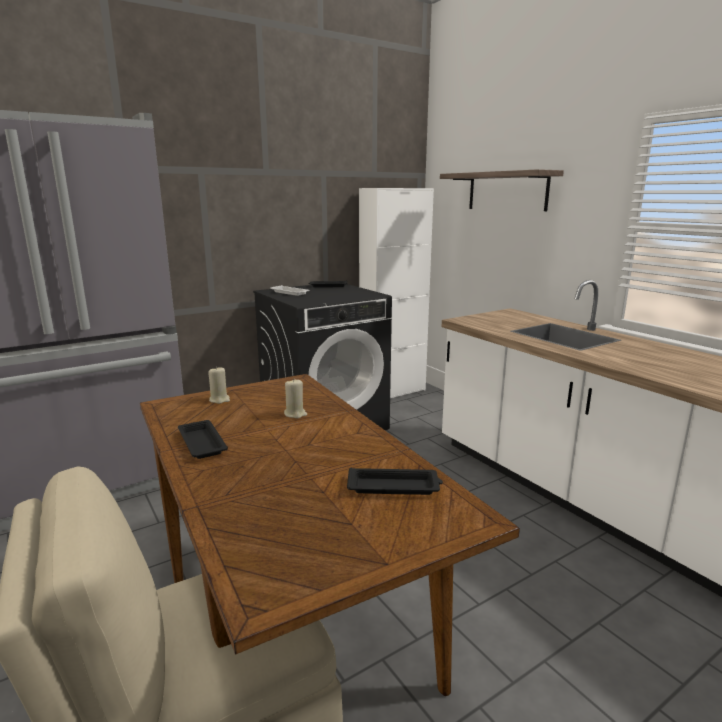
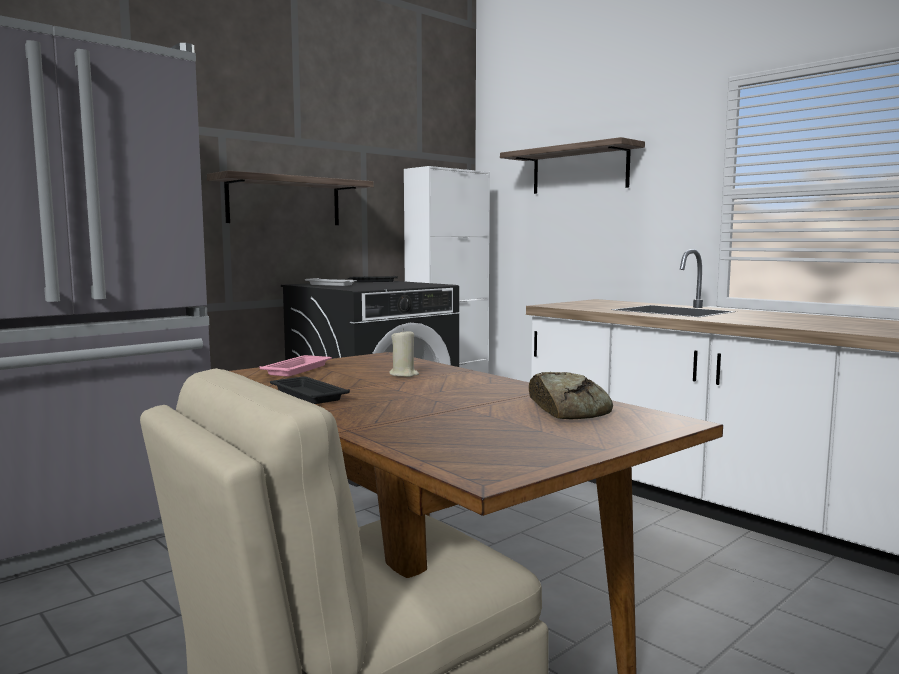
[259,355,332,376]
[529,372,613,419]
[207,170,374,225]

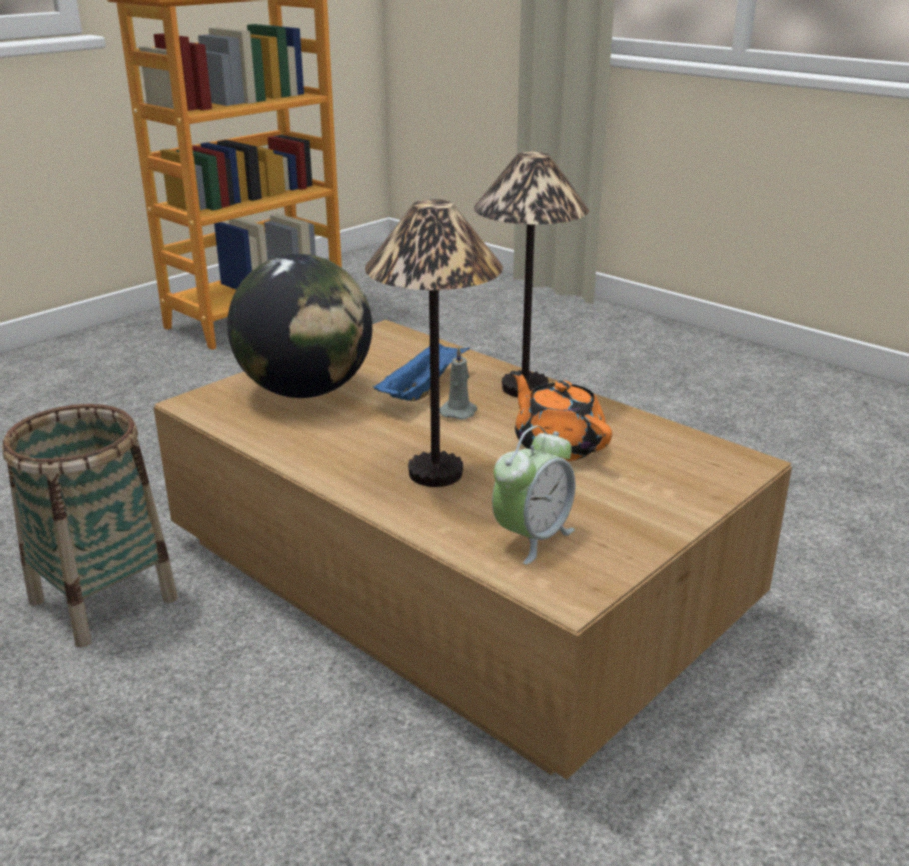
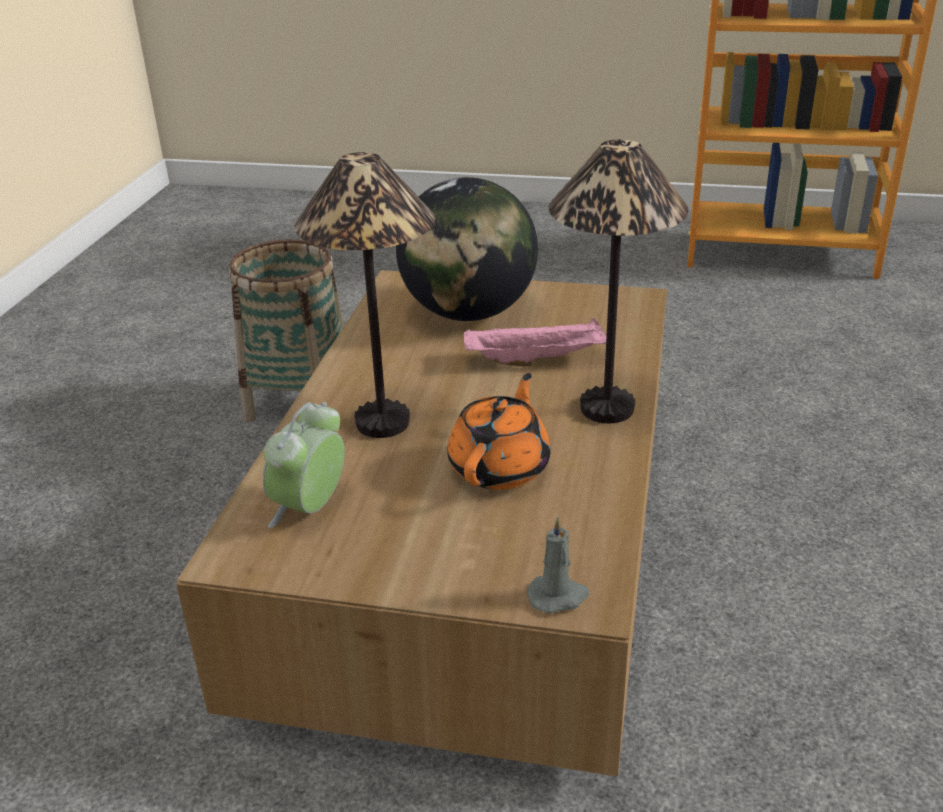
[464,318,606,366]
[527,516,589,613]
[263,402,345,528]

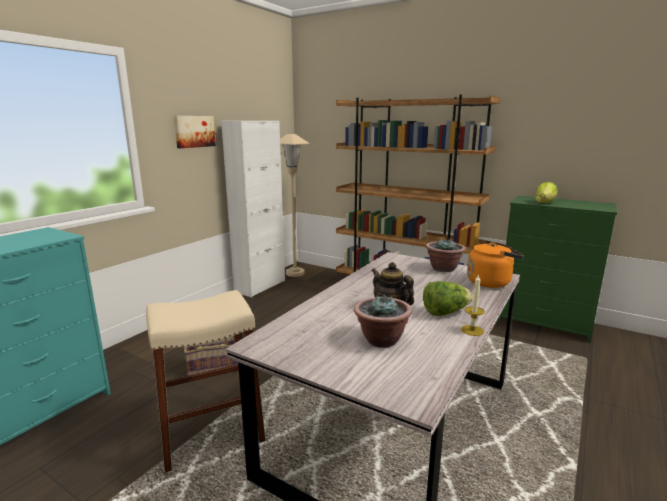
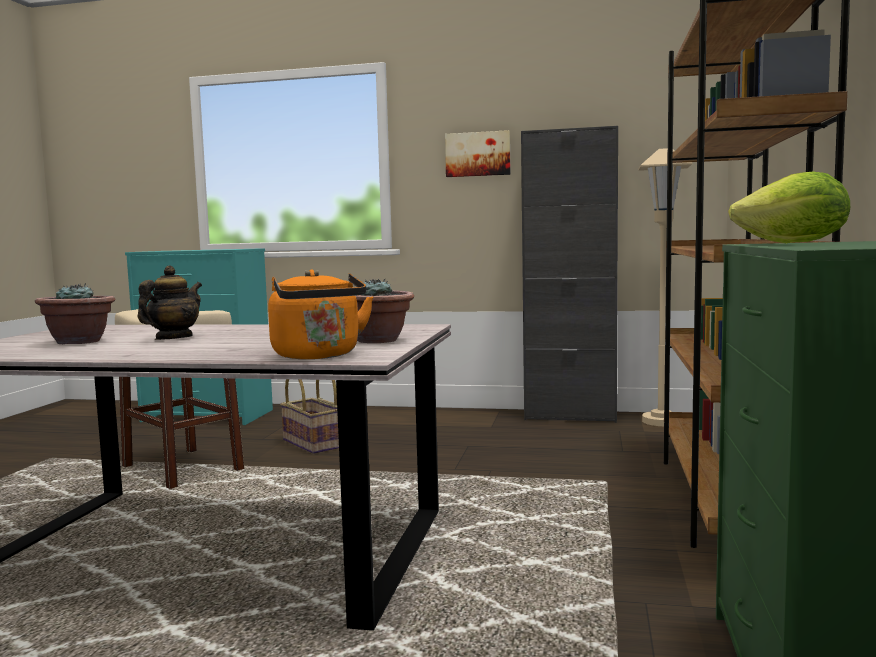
[521,126,618,423]
[423,281,473,316] (first image)
[461,274,485,336] (first image)

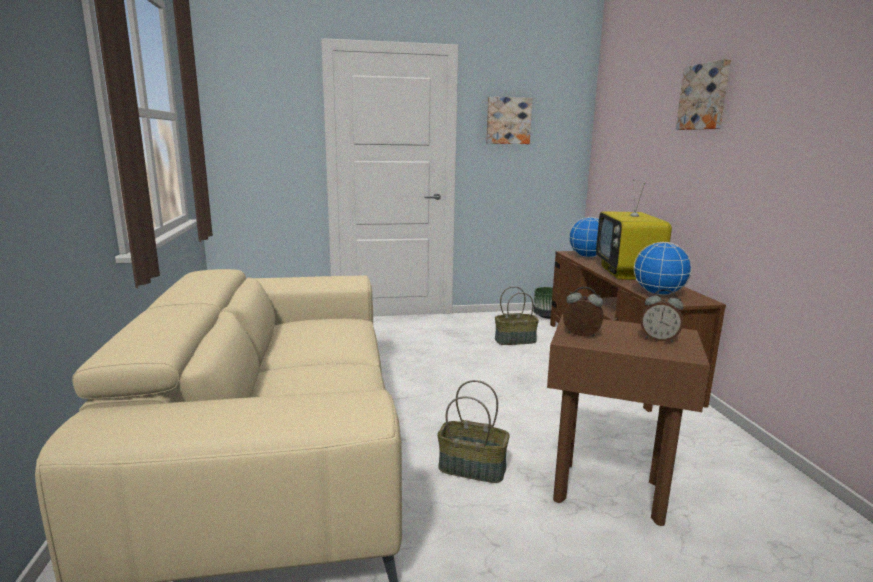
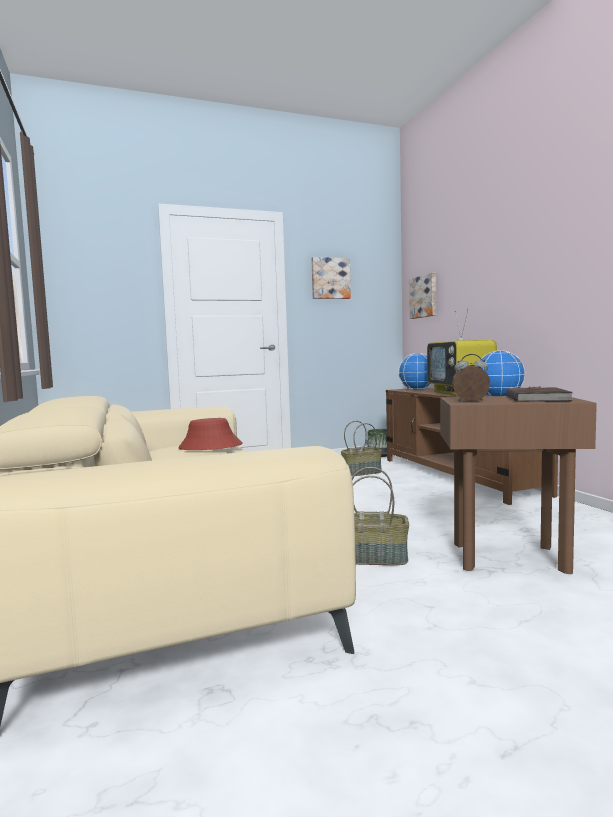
[507,386,573,402]
[409,273,436,319]
[178,418,242,450]

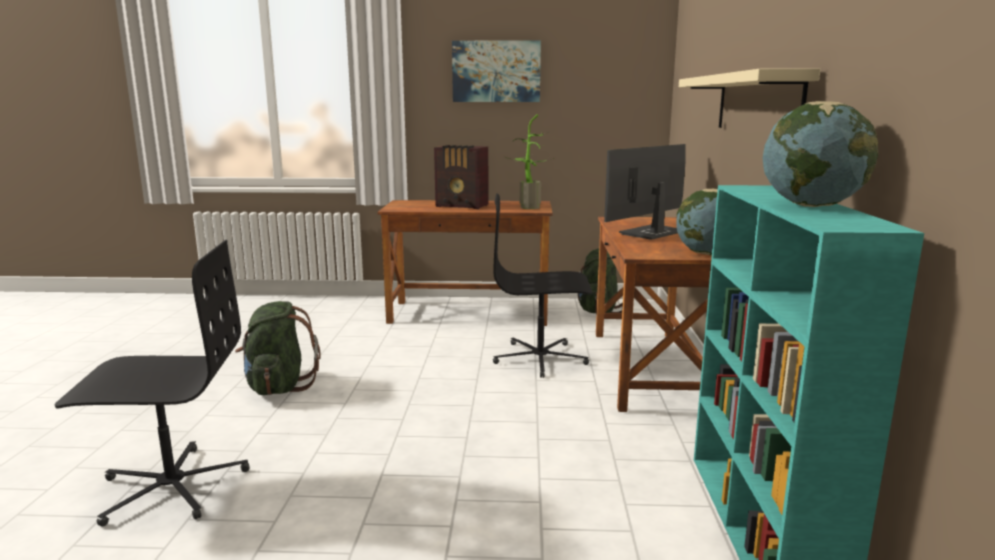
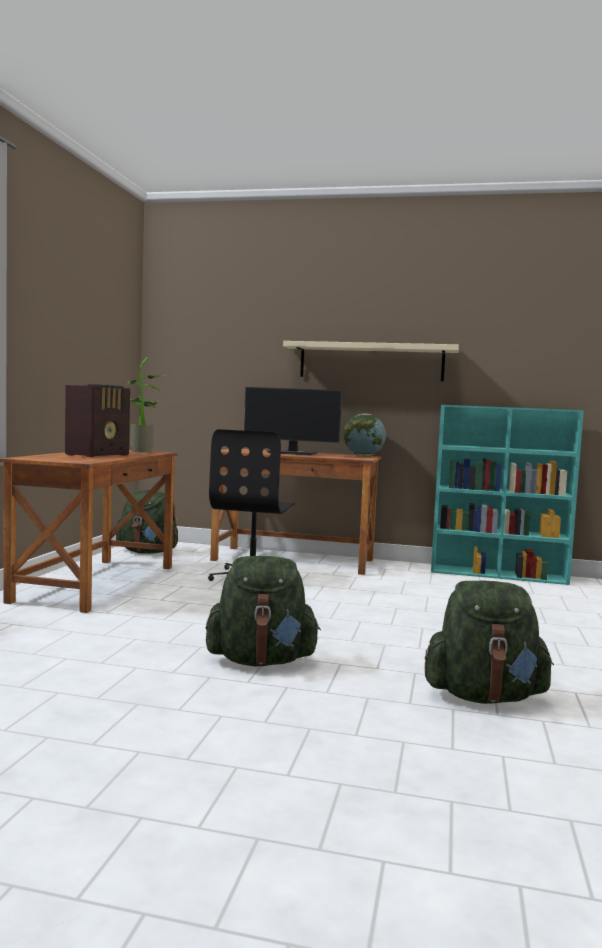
[425,581,554,704]
[452,40,541,102] (first image)
[244,387,342,455]
[762,101,878,207] (first image)

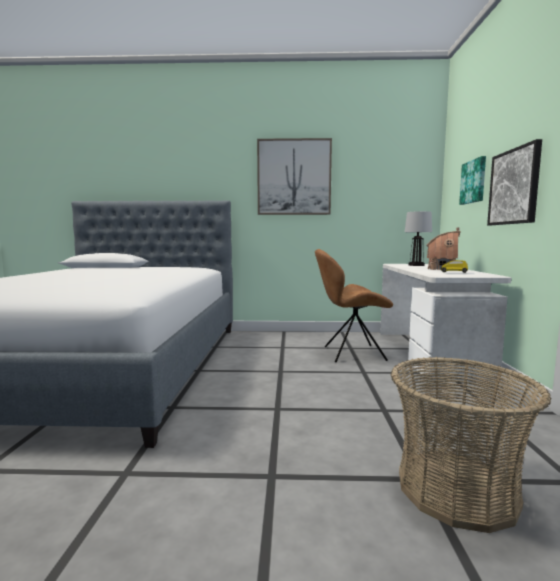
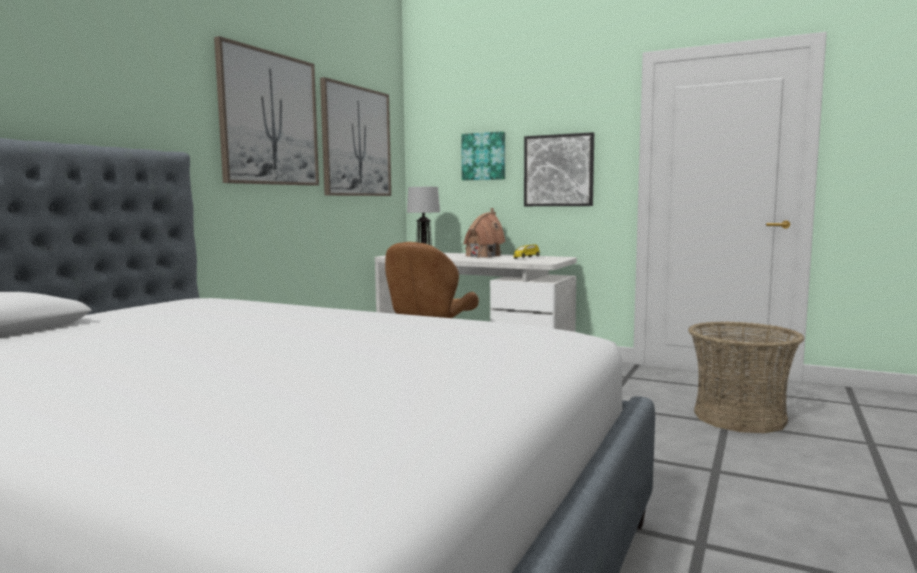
[320,77,391,196]

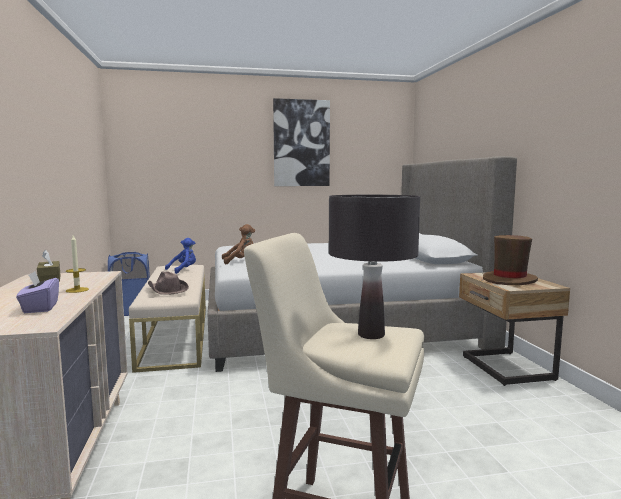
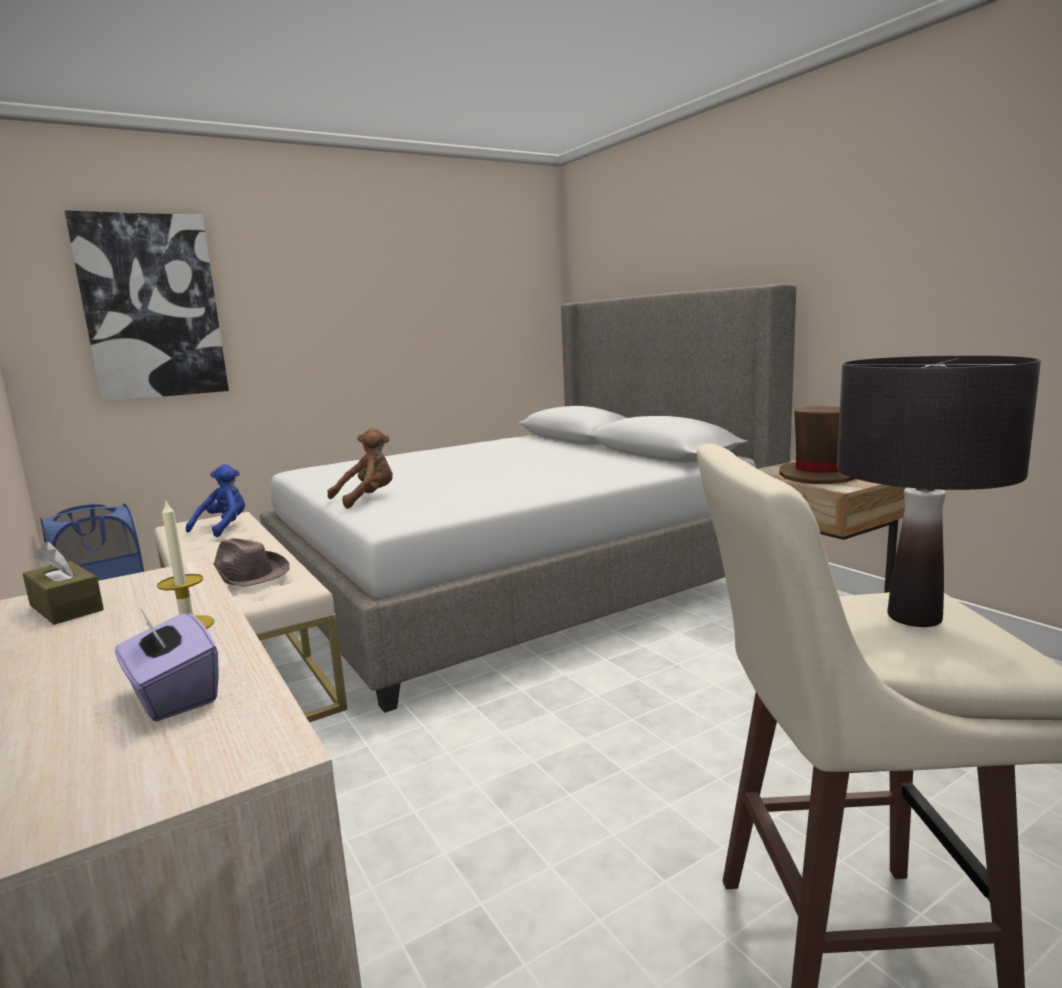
[65,210,229,402]

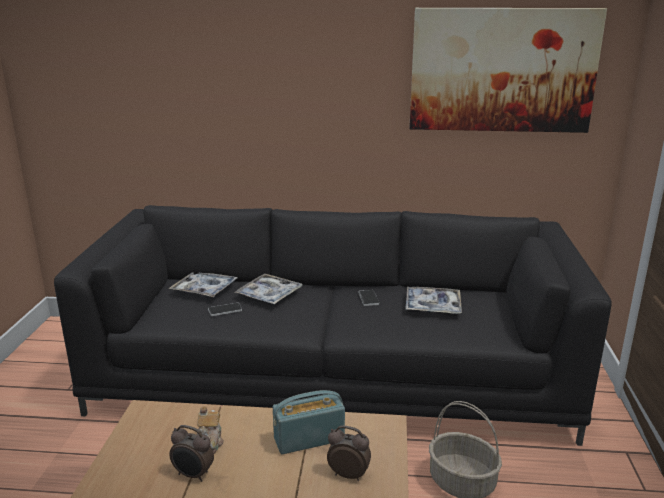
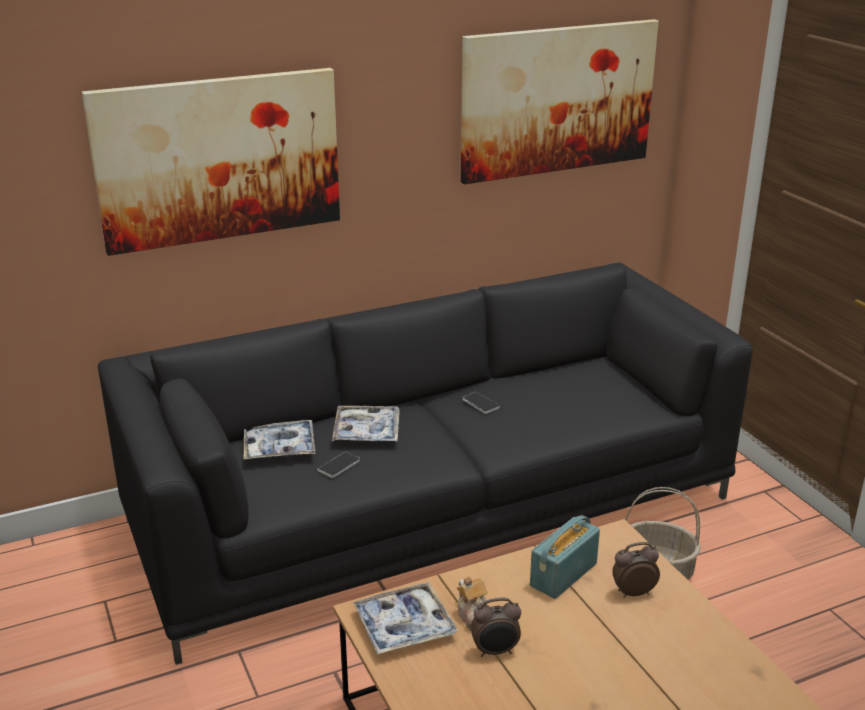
[352,582,458,654]
[82,68,340,256]

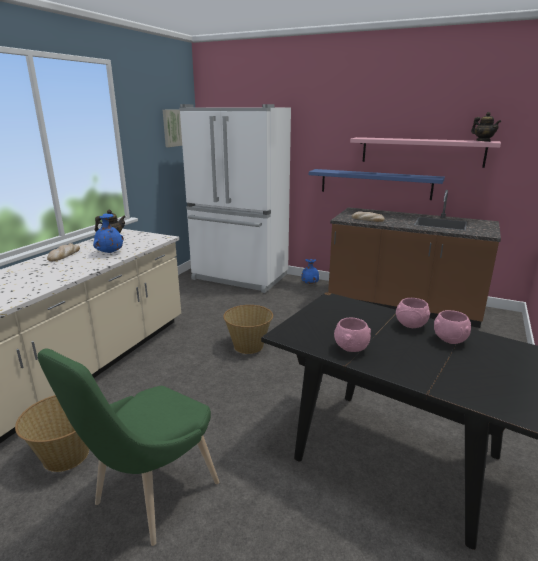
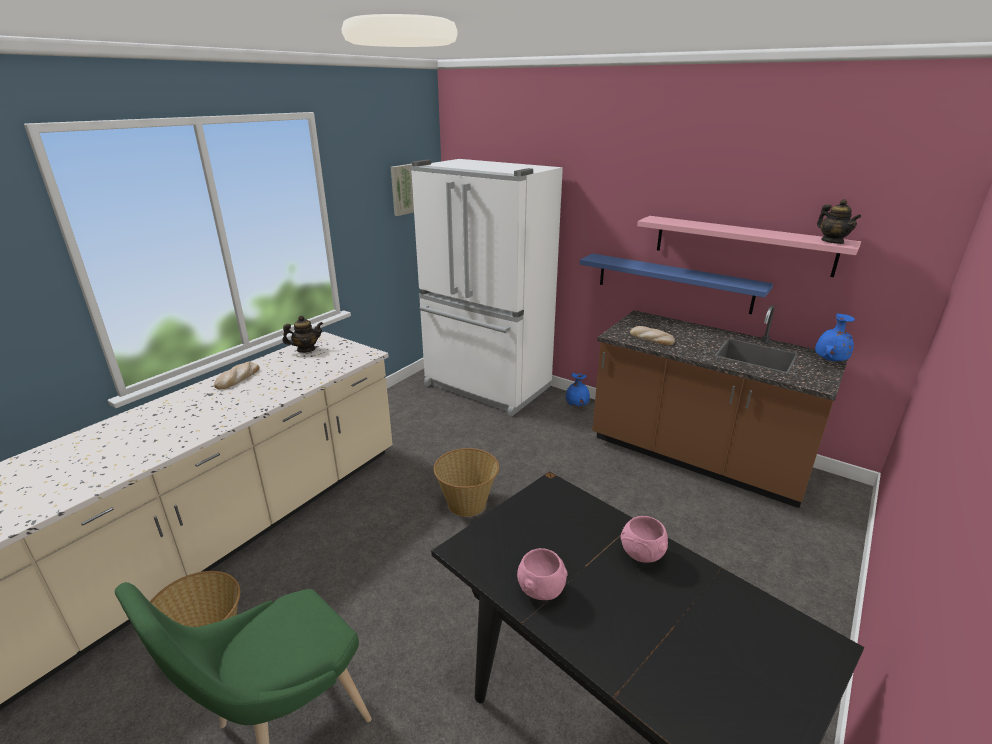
[815,314,855,361]
[434,310,471,344] (first image)

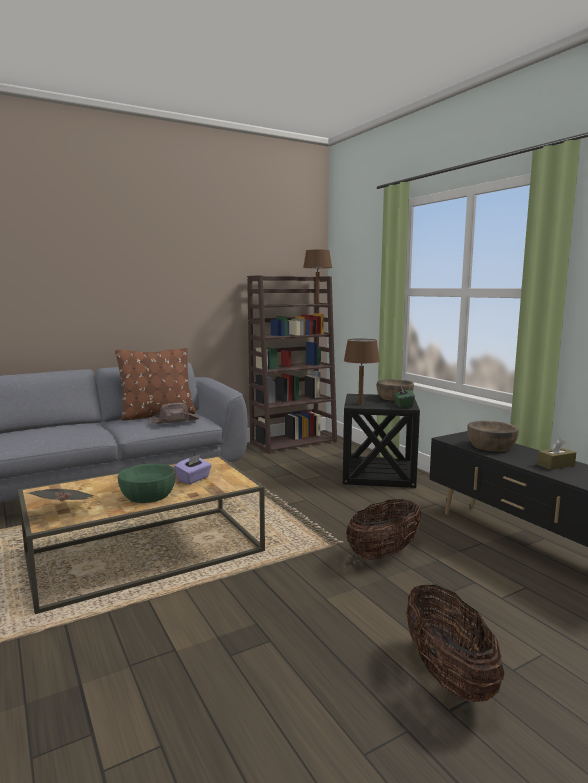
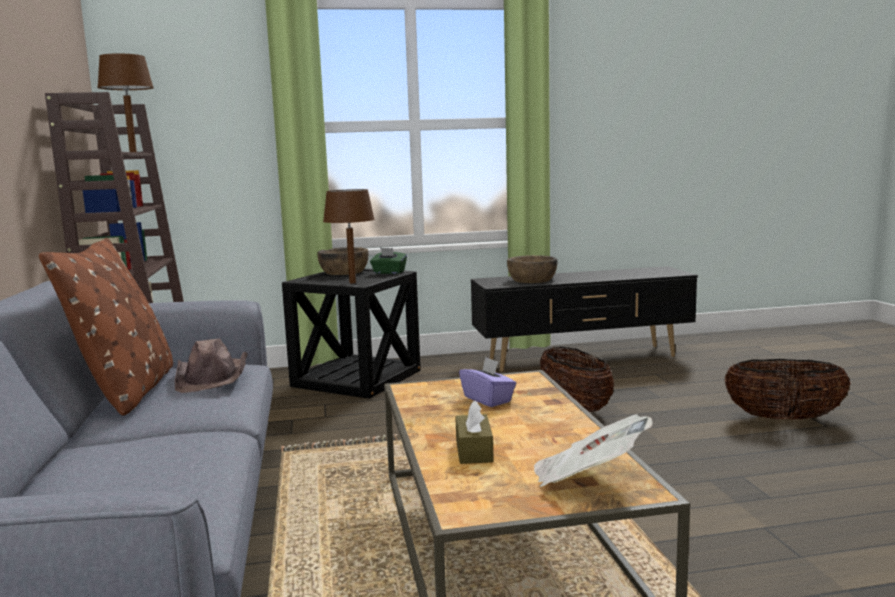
[118,463,176,503] (first image)
[455,400,494,464]

